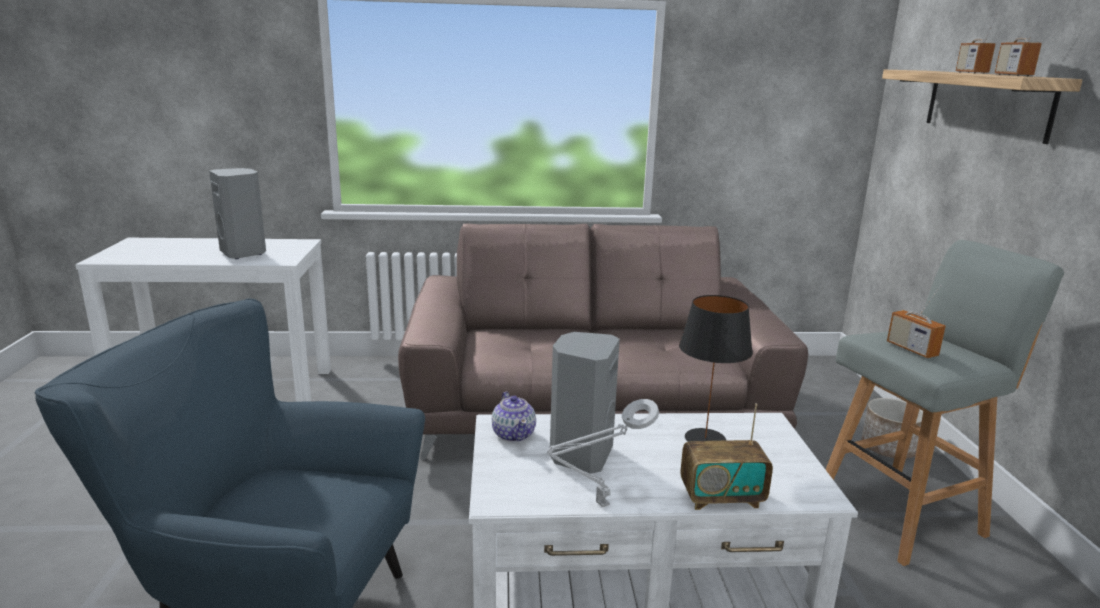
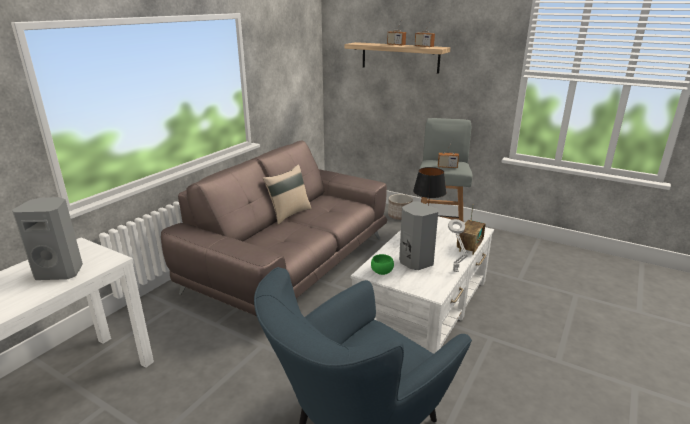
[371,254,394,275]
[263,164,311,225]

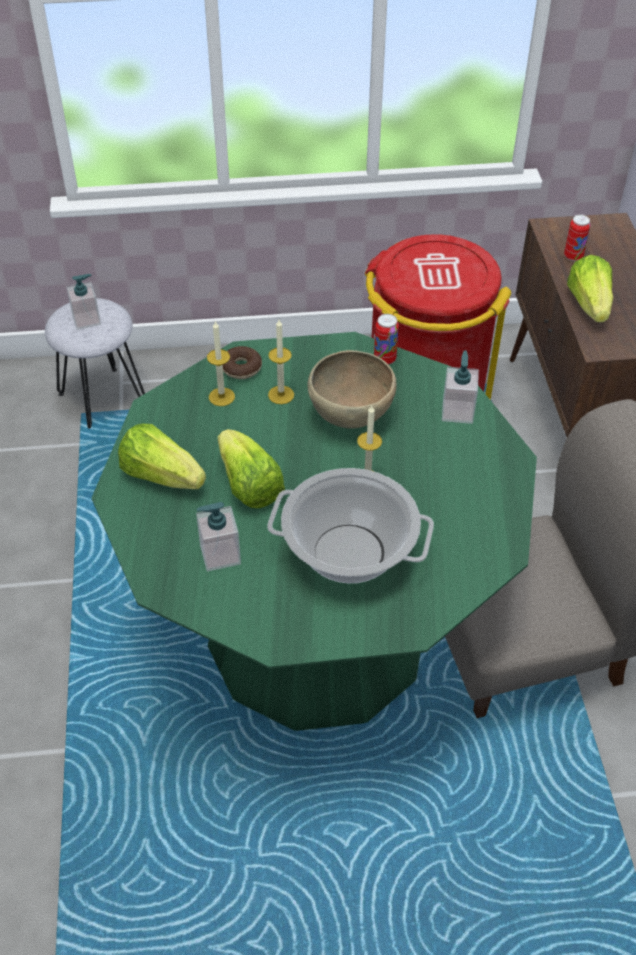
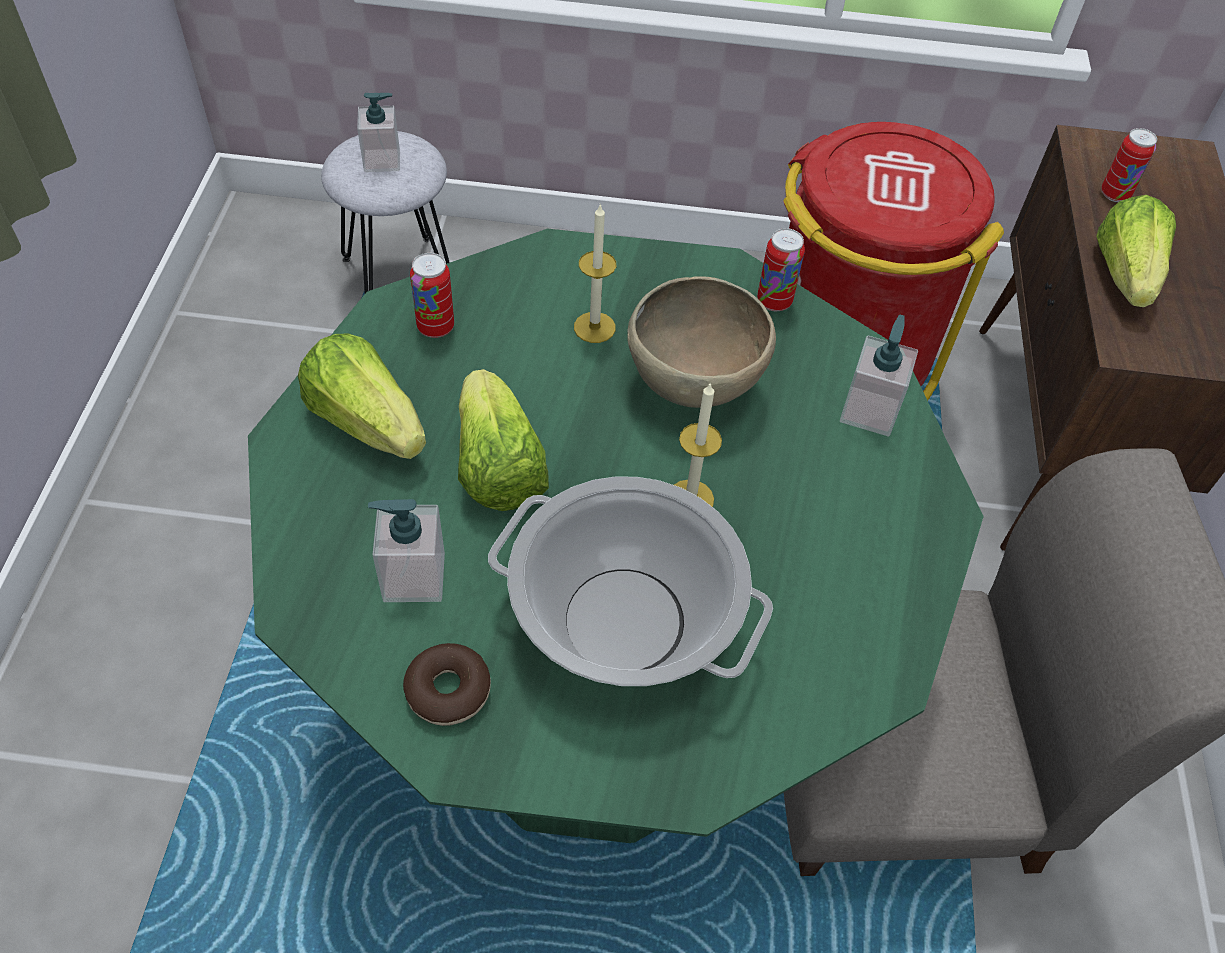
[207,321,235,406] (first image)
[403,643,491,726]
[410,253,454,338]

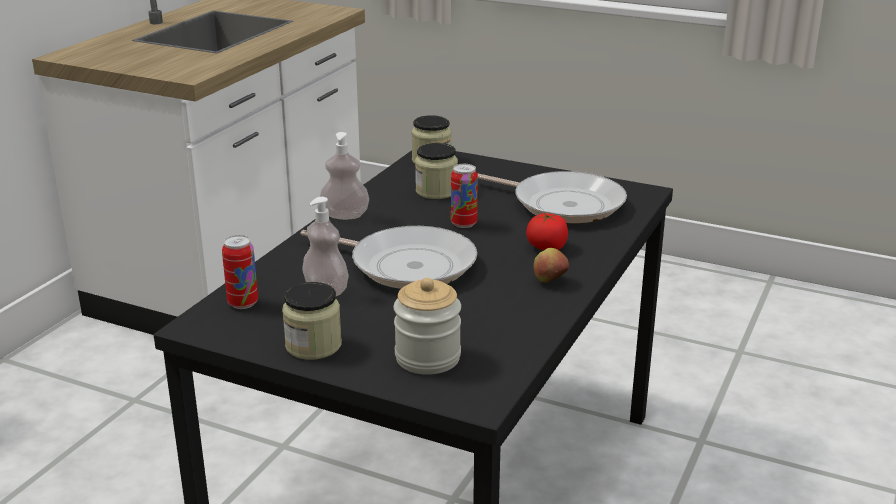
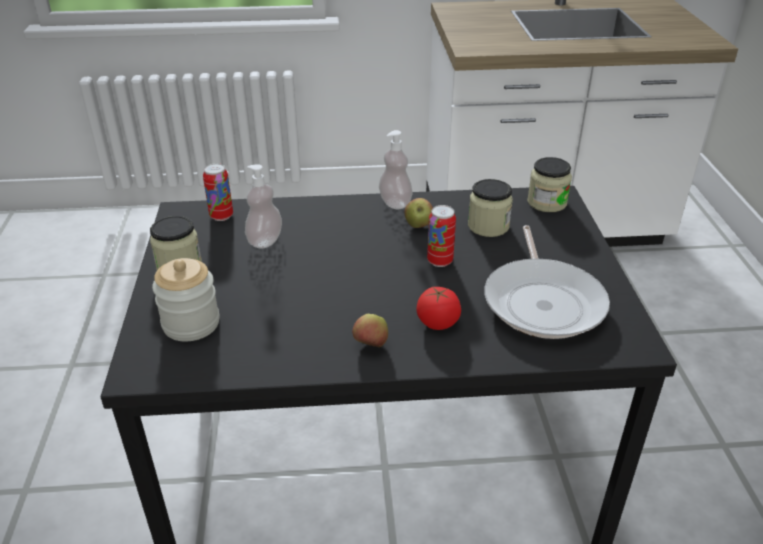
[300,226,477,289] (first image)
[404,198,433,228]

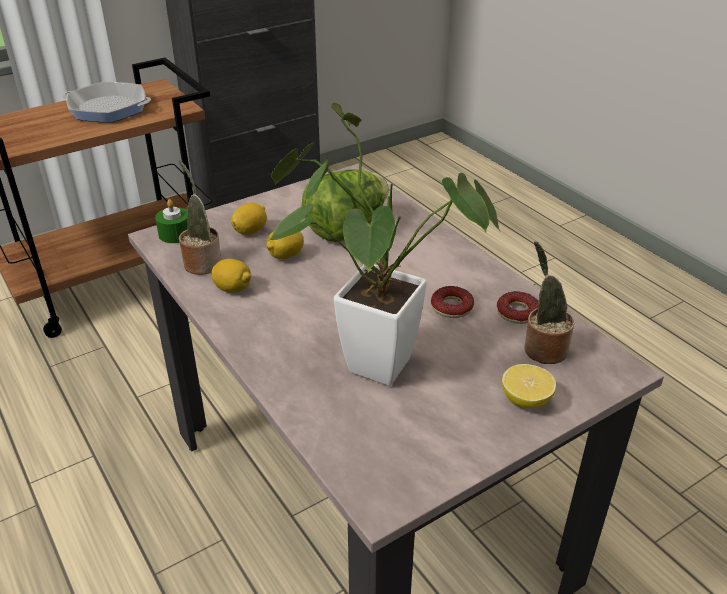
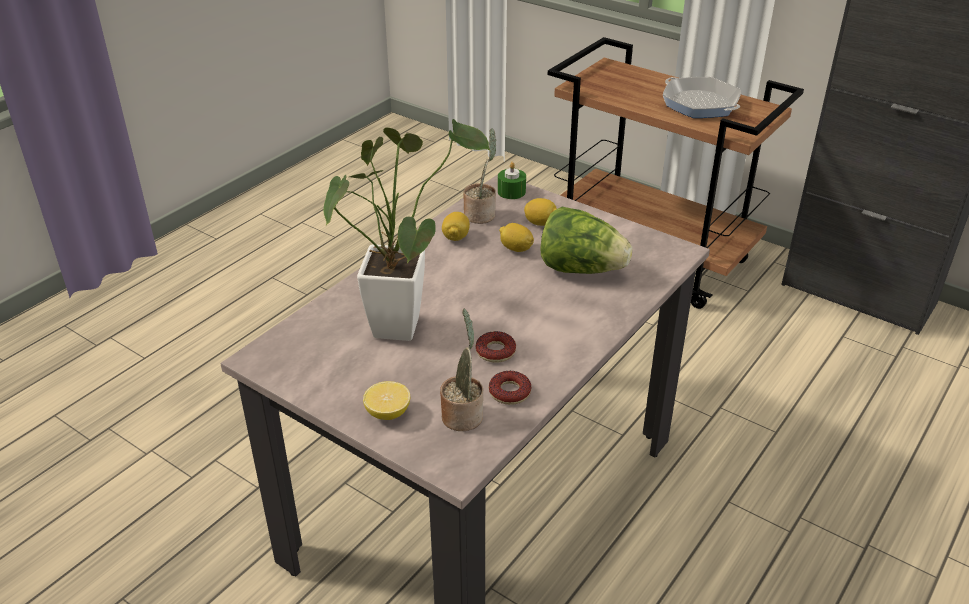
[663,77,741,118]

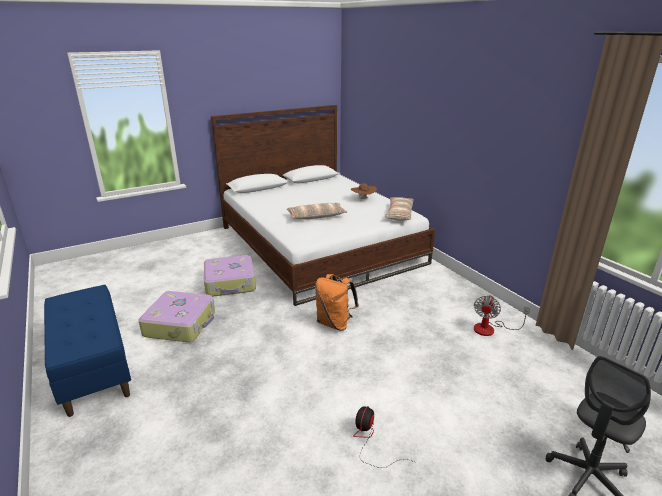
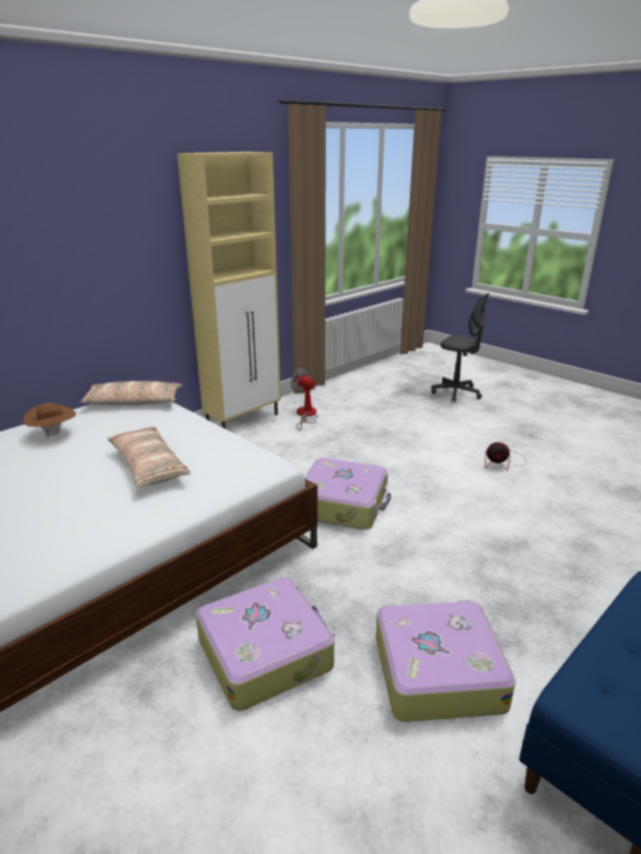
[305,458,391,530]
[291,368,318,430]
[177,152,281,429]

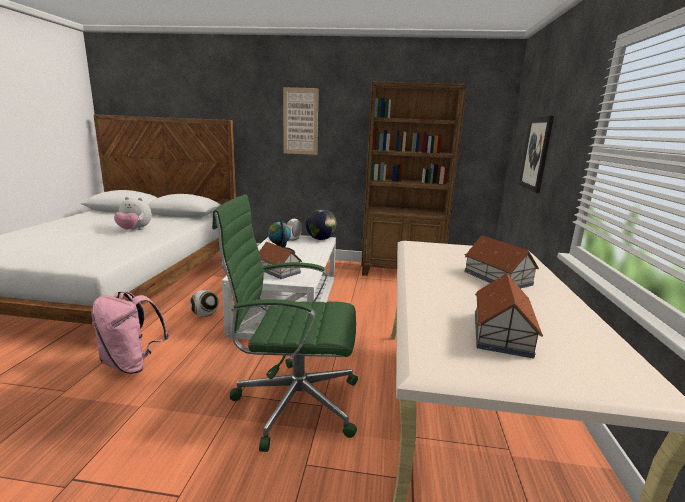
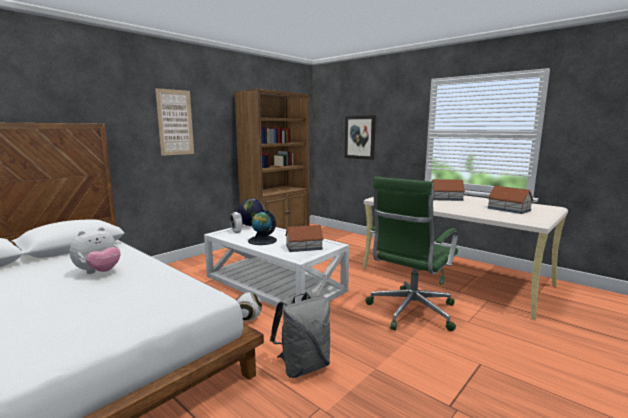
[270,292,330,378]

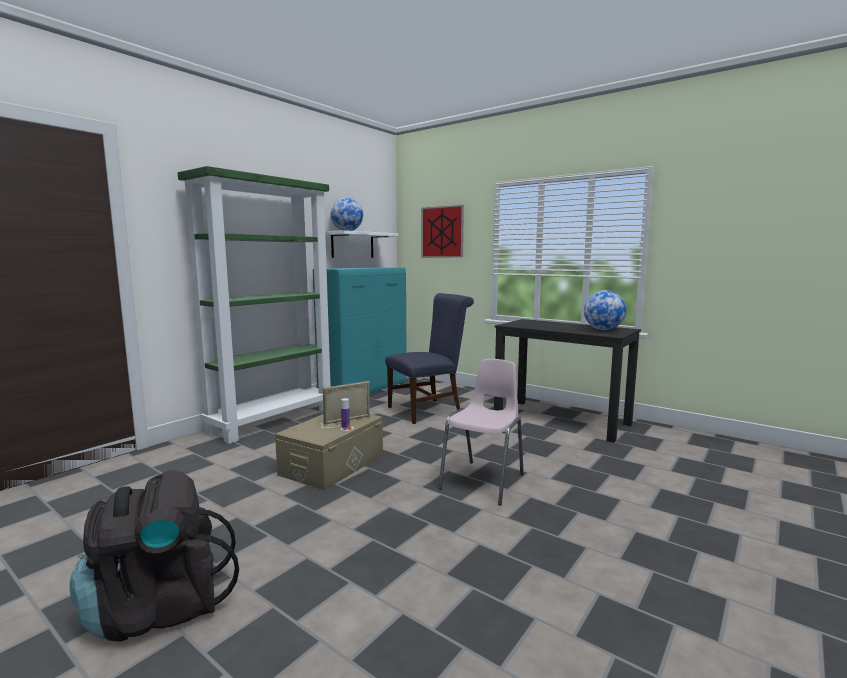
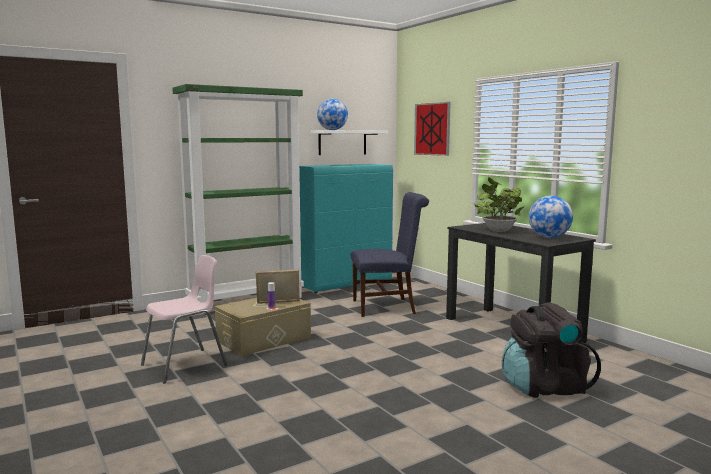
[502,302,601,398]
[141,255,227,384]
[473,177,525,232]

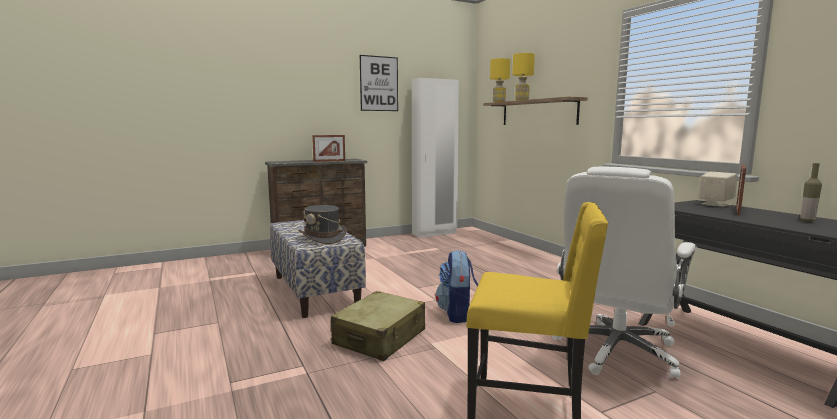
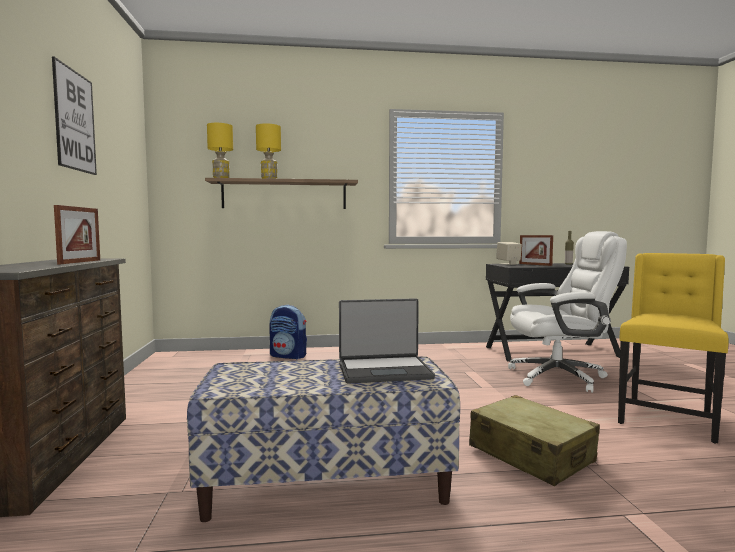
[339,298,435,384]
[412,78,459,237] (first image)
[269,305,307,359]
[508,231,627,393]

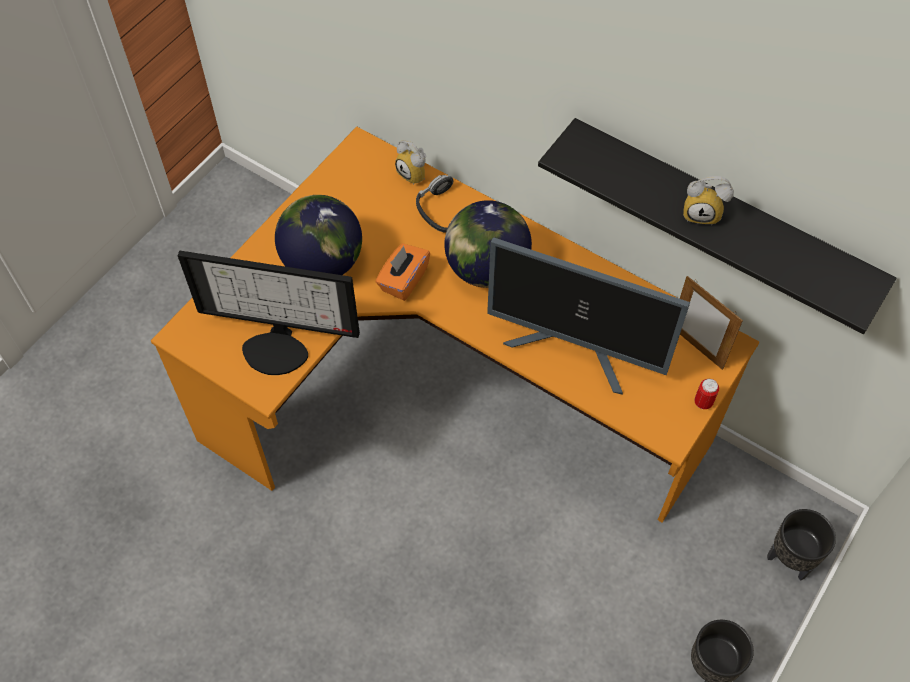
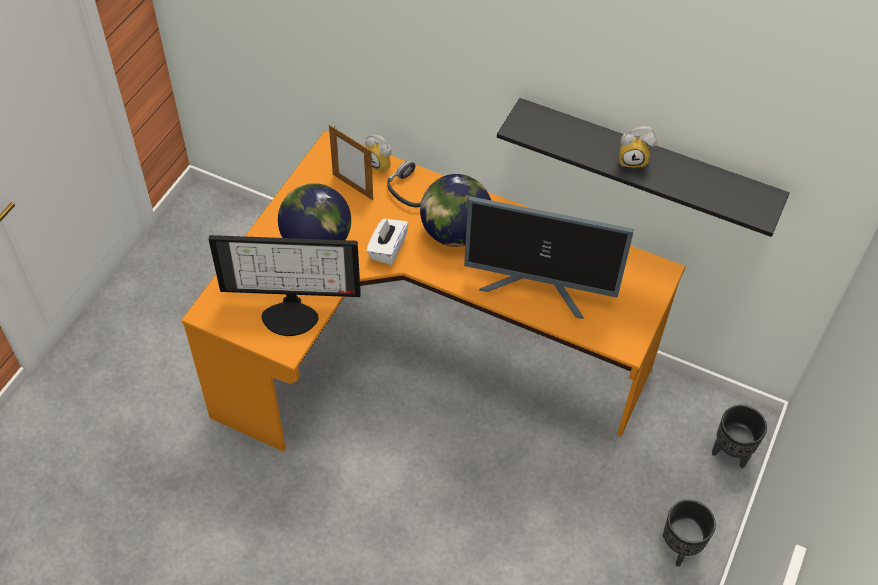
[366,218,408,265]
[329,125,373,200]
[694,379,719,409] (first image)

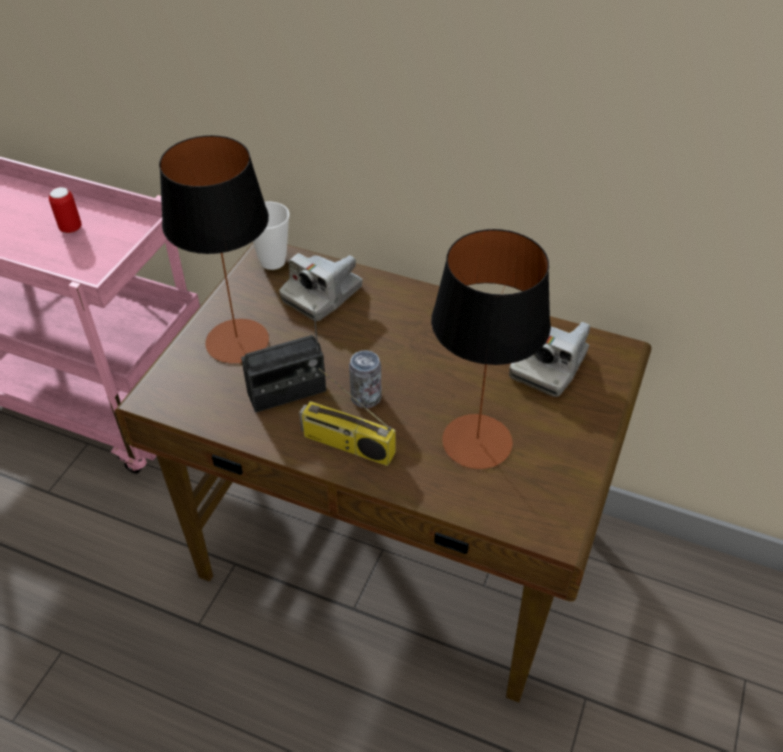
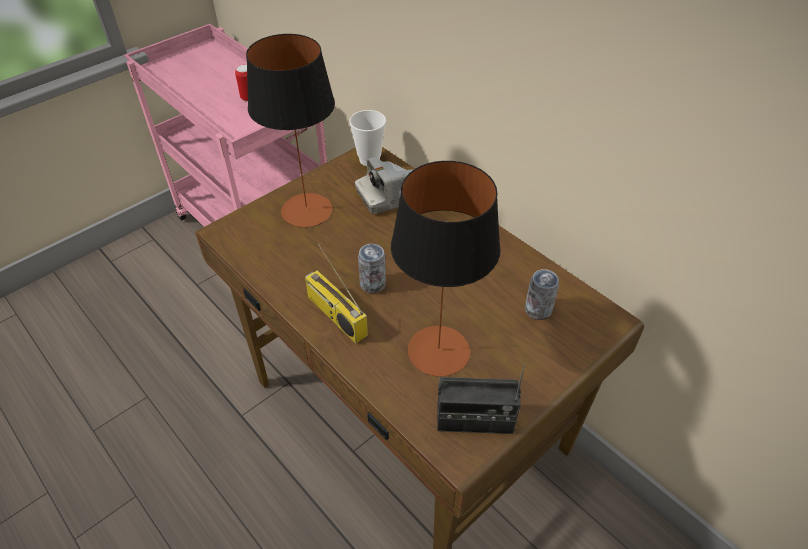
[437,363,525,434]
[525,269,559,320]

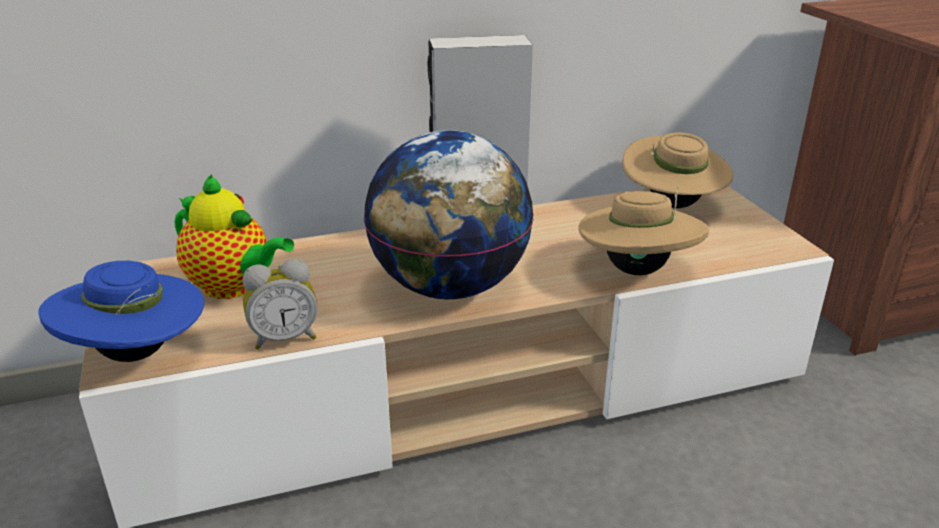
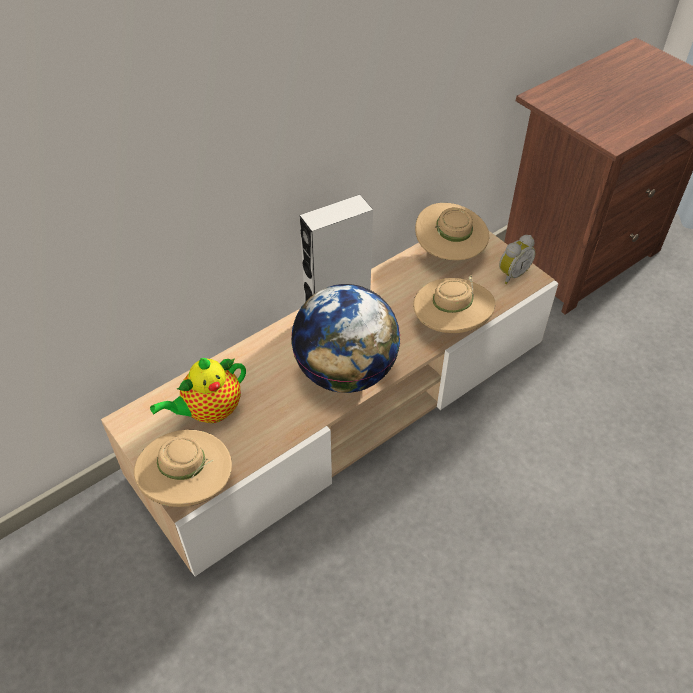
[134,430,232,507]
[150,358,246,423]
[499,235,536,284]

